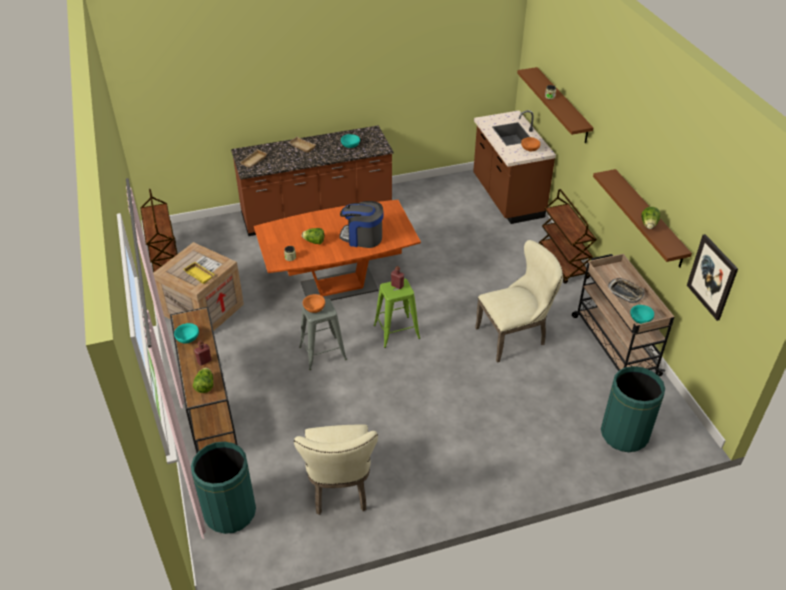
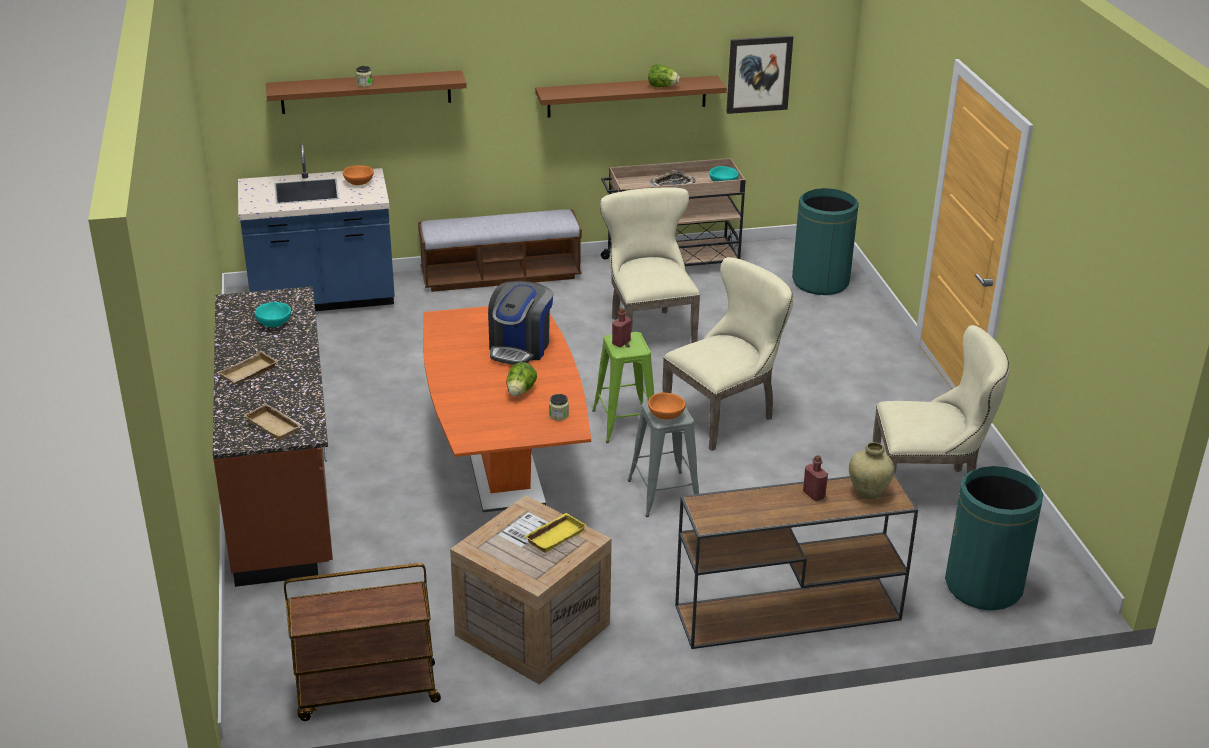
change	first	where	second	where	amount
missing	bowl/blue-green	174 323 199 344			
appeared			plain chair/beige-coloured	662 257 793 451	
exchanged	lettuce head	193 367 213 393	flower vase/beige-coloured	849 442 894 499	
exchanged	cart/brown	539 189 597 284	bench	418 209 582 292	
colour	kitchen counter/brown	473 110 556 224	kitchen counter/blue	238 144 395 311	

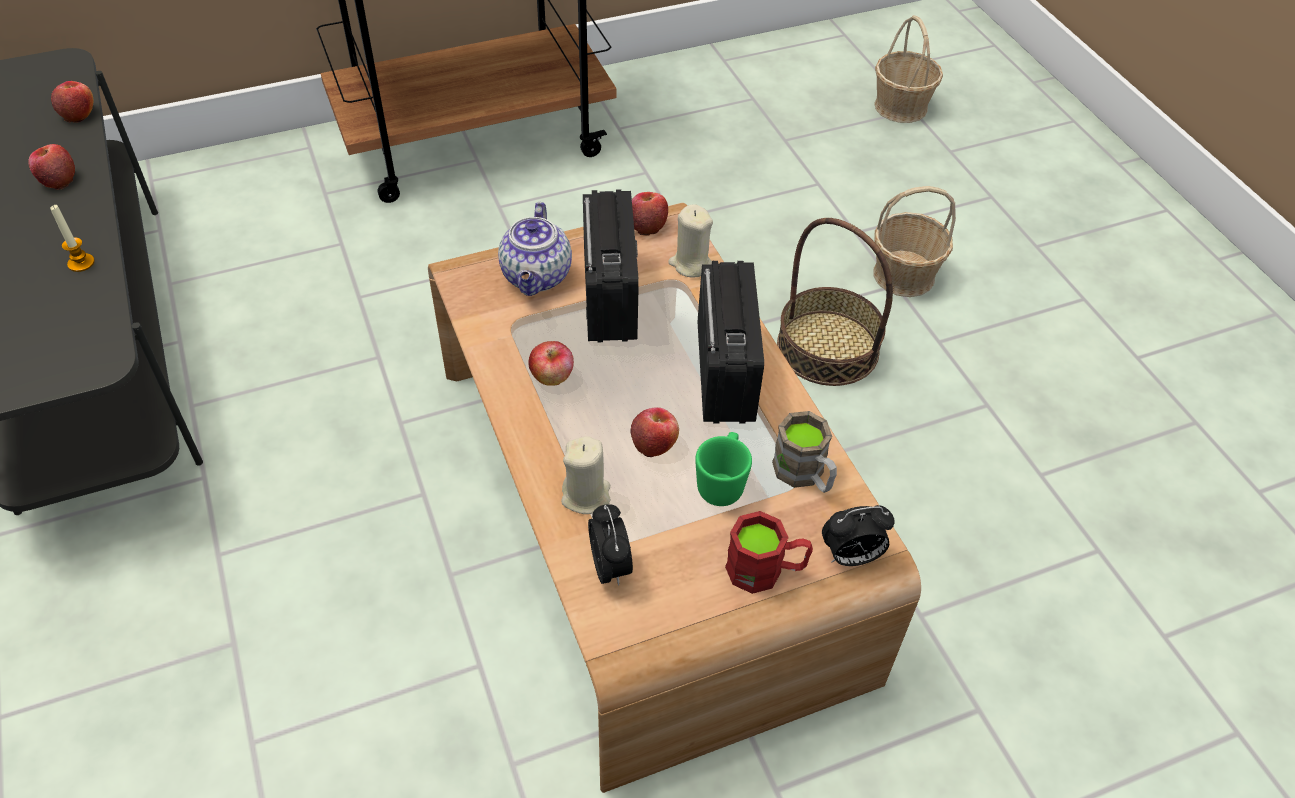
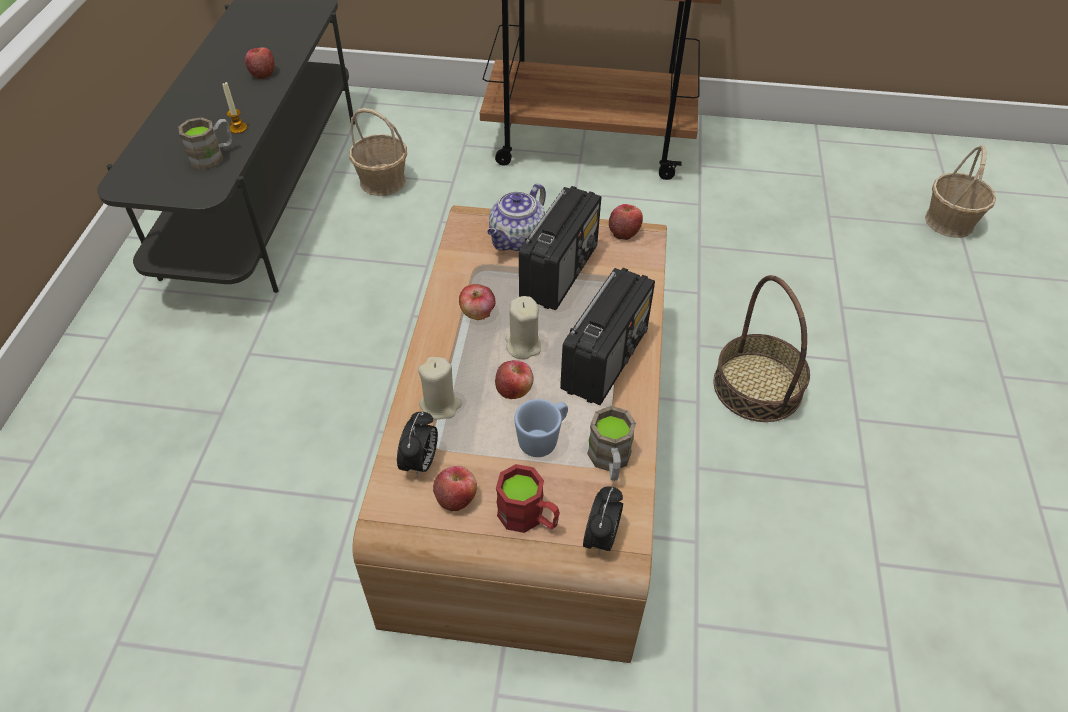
change	first	where	second	where	amount
appeared			tea mug/brown	179 117 232 170	
relocated	apple	51 81 93 123		433 466 477 511	
relocated	wax candle/beige-coloured	668 204 713 278		505 296 541 359	
relocated	household basket	873 186 956 297		349 108 407 196	
colour	tea mug/green	695 432 752 506	tea mug/blue	514 399 568 457	
spun	table clock	822 505 895 566		583 486 623 555	90 degrees counterclockwise

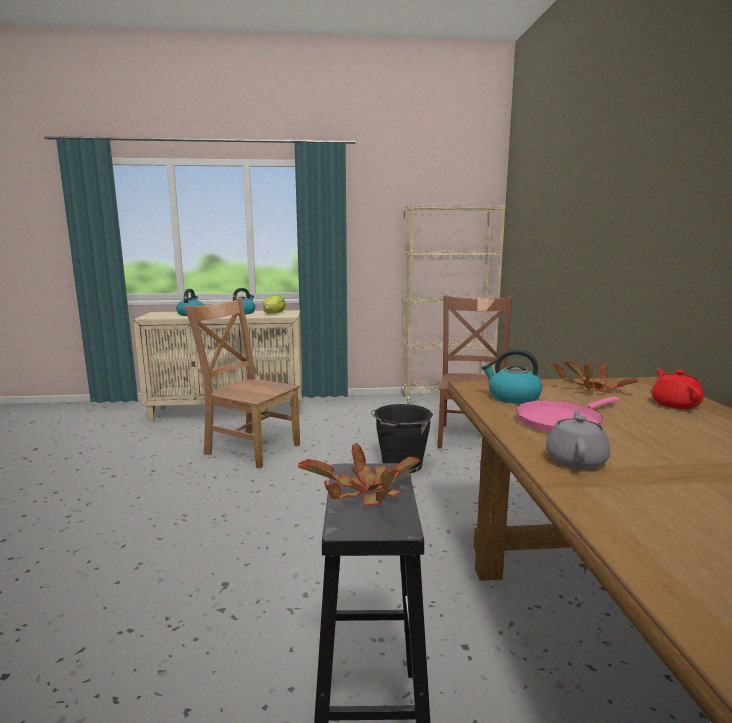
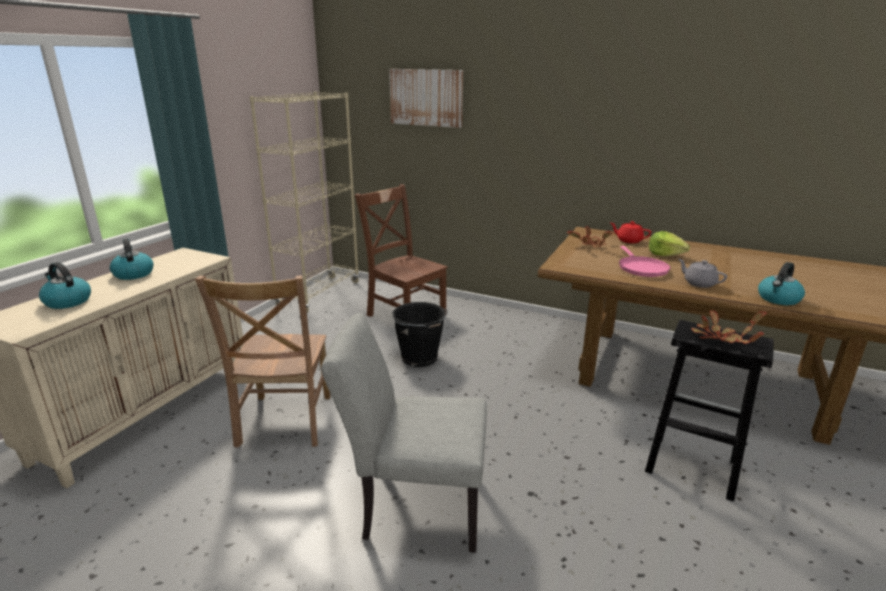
change	first	where	second	where	amount
appeared			plain chair/grey	321 313 487 553	
appeared			wall art	389 69 463 128	
relocated	lettuce head	263 295 286 314		649 231 690 256	
relocated	water kettle	482 349 543 404		758 262 805 305	
spun	plain chair/brown	185 298 300 469		195 275 331 448	60 degrees counterclockwise

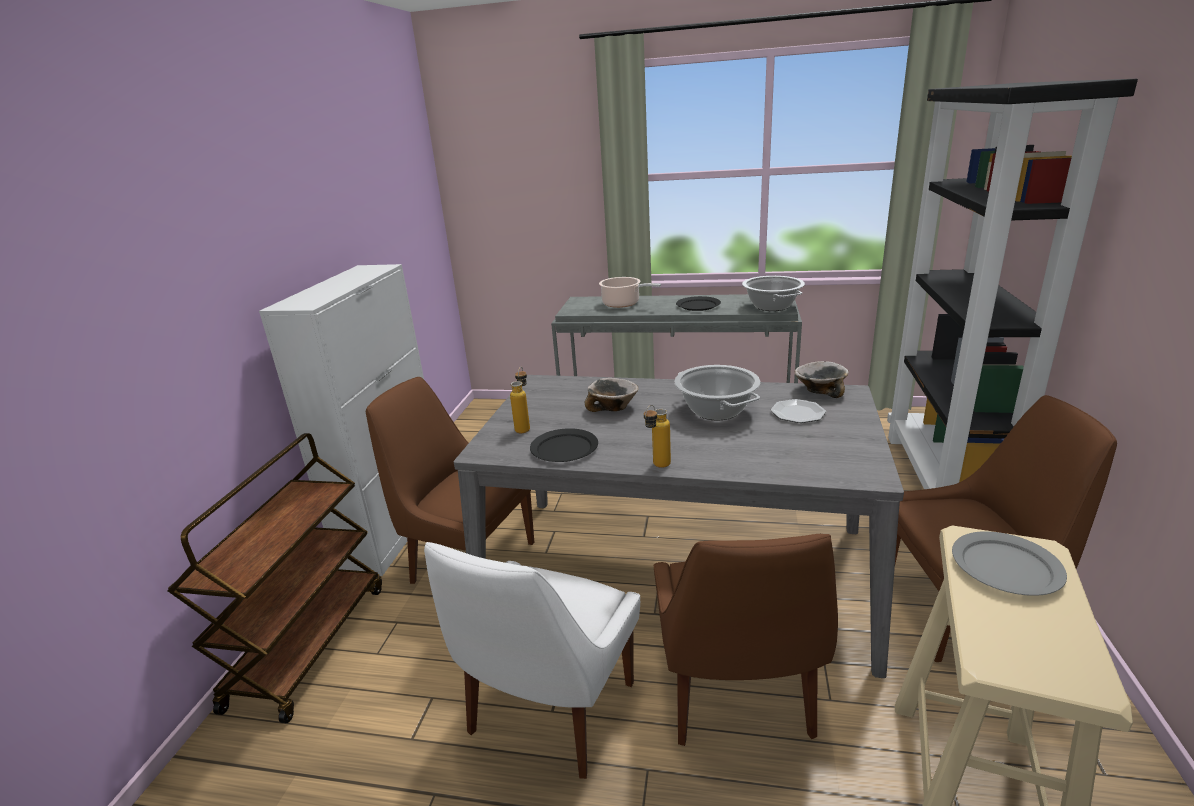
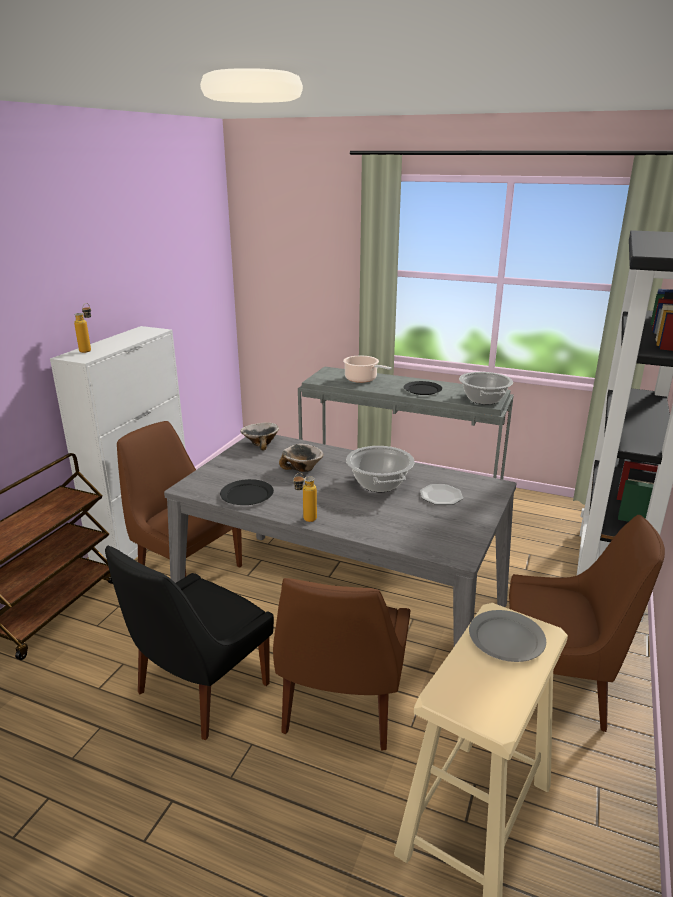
change	first	where	second	where	amount
relocated	drink bottle	510 367 530 433		74 303 91 353	
relocated	bowl	795 361 849 398		241 422 279 451	
colour	plain chair/white	424 542 640 779	plain chair/blackish	105 546 274 740	

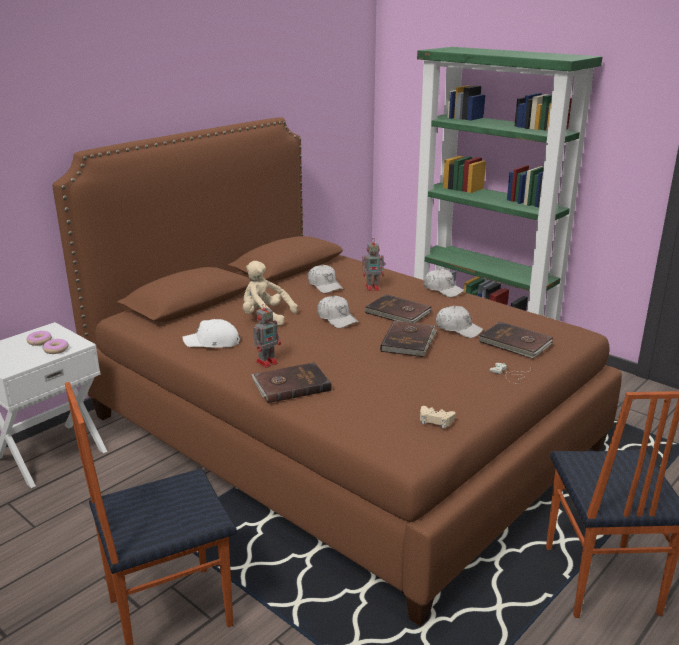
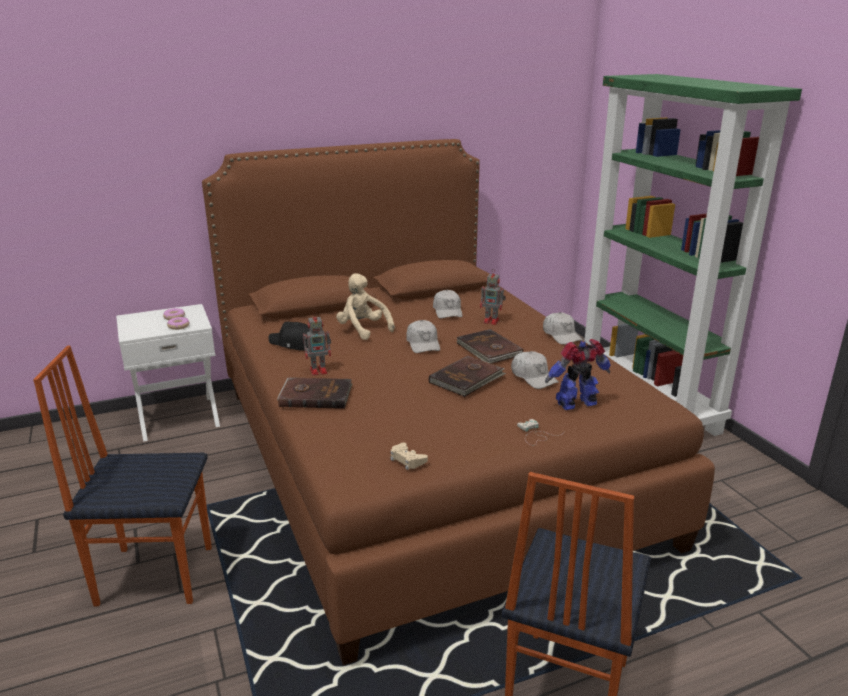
change	first	where	second	where	amount
exchanged	bound book/brown	479 322 553 359	toy robot	545 339 611 410	
colour	peaked cap/white	183 319 240 348	peaked cap/blackish	268 322 310 351	

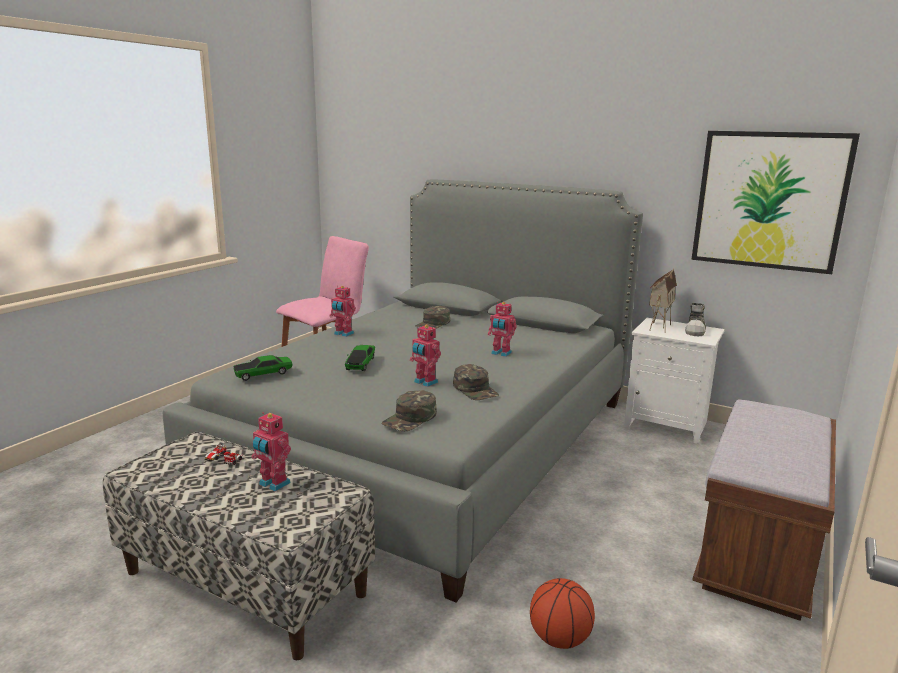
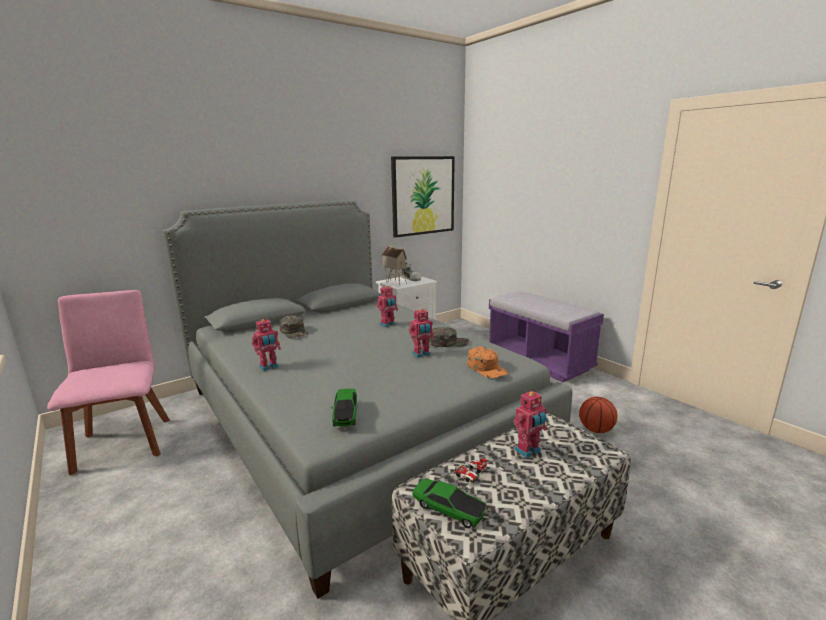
change	first	where	second	where	amount
relocated	toy car	345 345 375 371		412 479 486 528	
colour	peaked cap/green	382 390 437 431	peaked cap/orangey	467 347 509 378	
colour	bench/brown	692 400 836 621	bench/purplish	489 291 604 382	

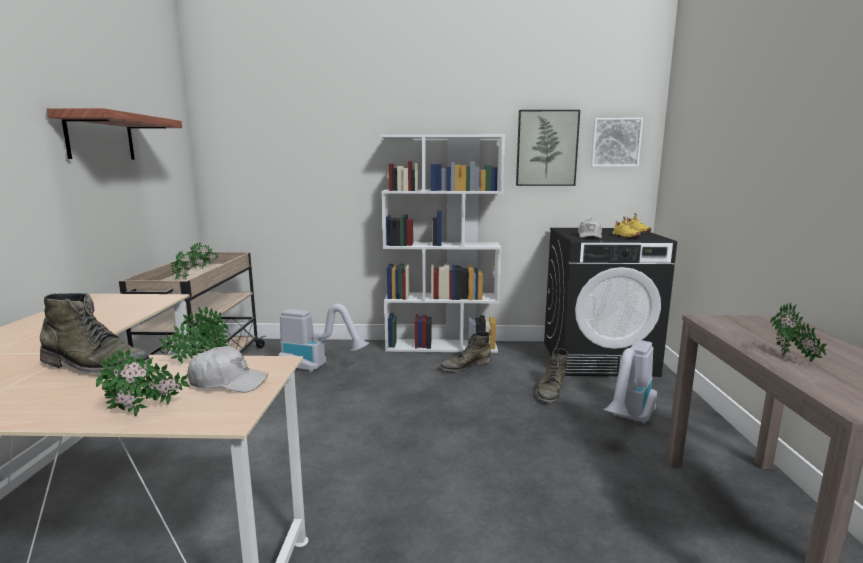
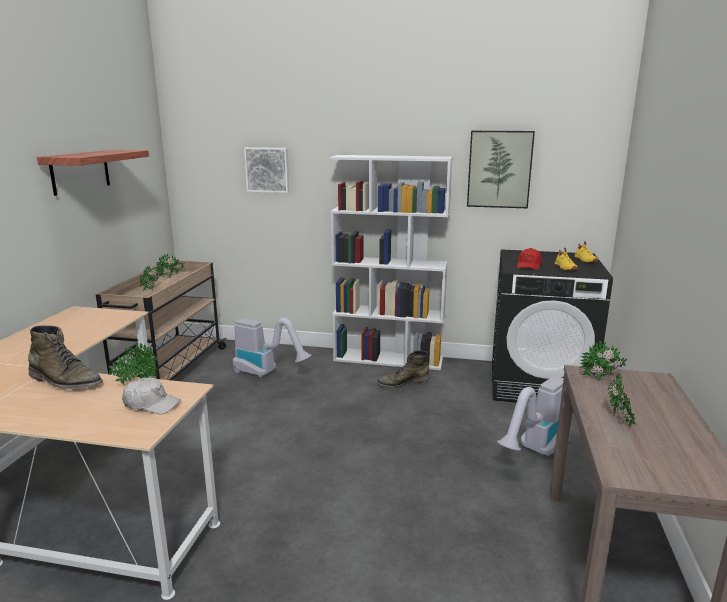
change	first	where	second	where	amount
missing	high-top boot/green	536 348 568 403			
relocated	potted plant	96 348 190 416		580 341 628 381	
relocated	wall art	591 118 643 166		244 147 289 193	
colour	peaked cap/white	578 219 602 238	peaked cap/reddish	517 248 542 270	

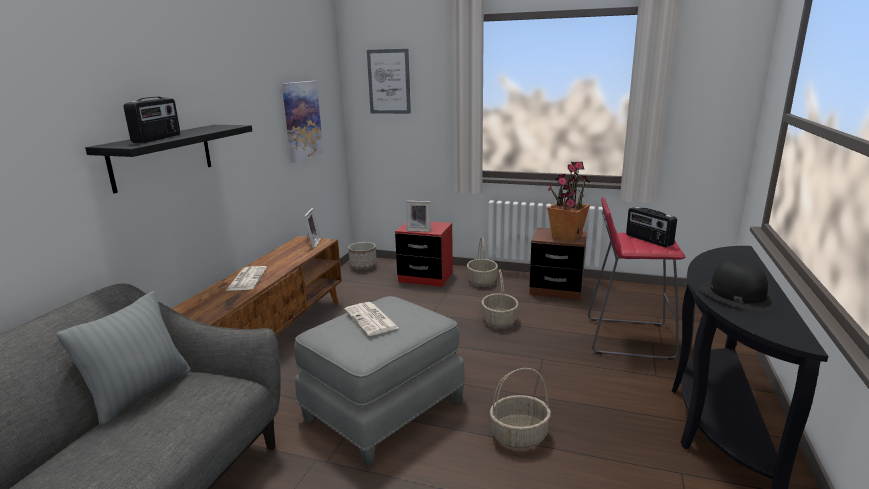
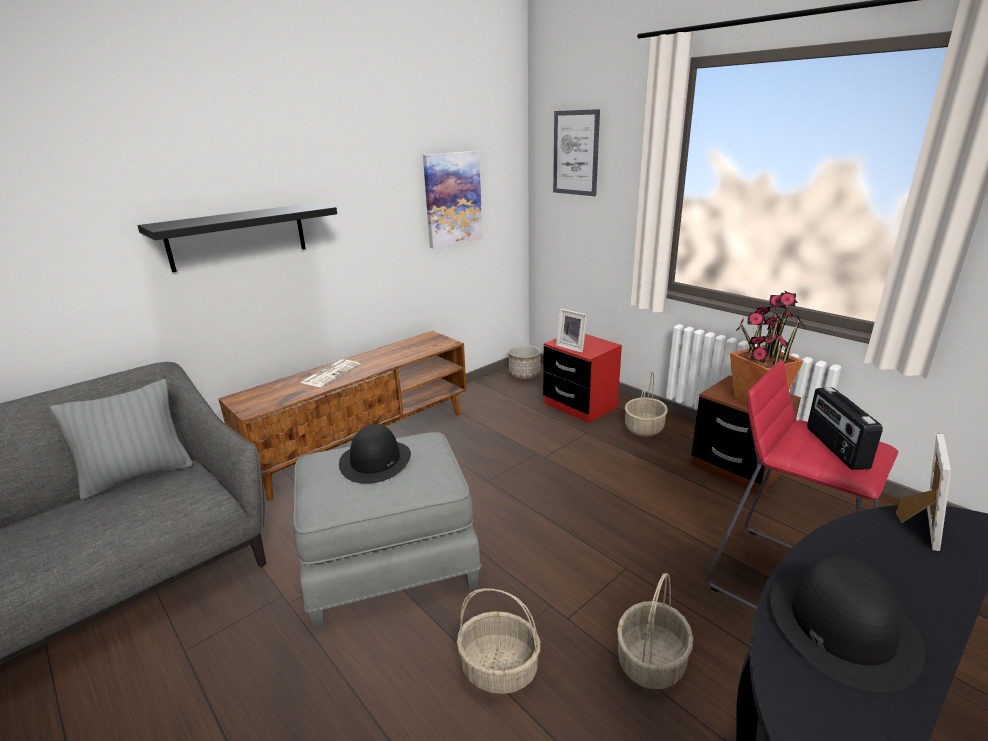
change	first	where	second	where	amount
missing	radio set	124 97 180 143			
relocated	standing frame	304 208 321 248		896 433 951 551	
relocated	household basket	481 269 518 328		617 573 693 689	
exchanged	daily paper	344 302 399 336	wearable hat/blackish	339 424 411 484	

